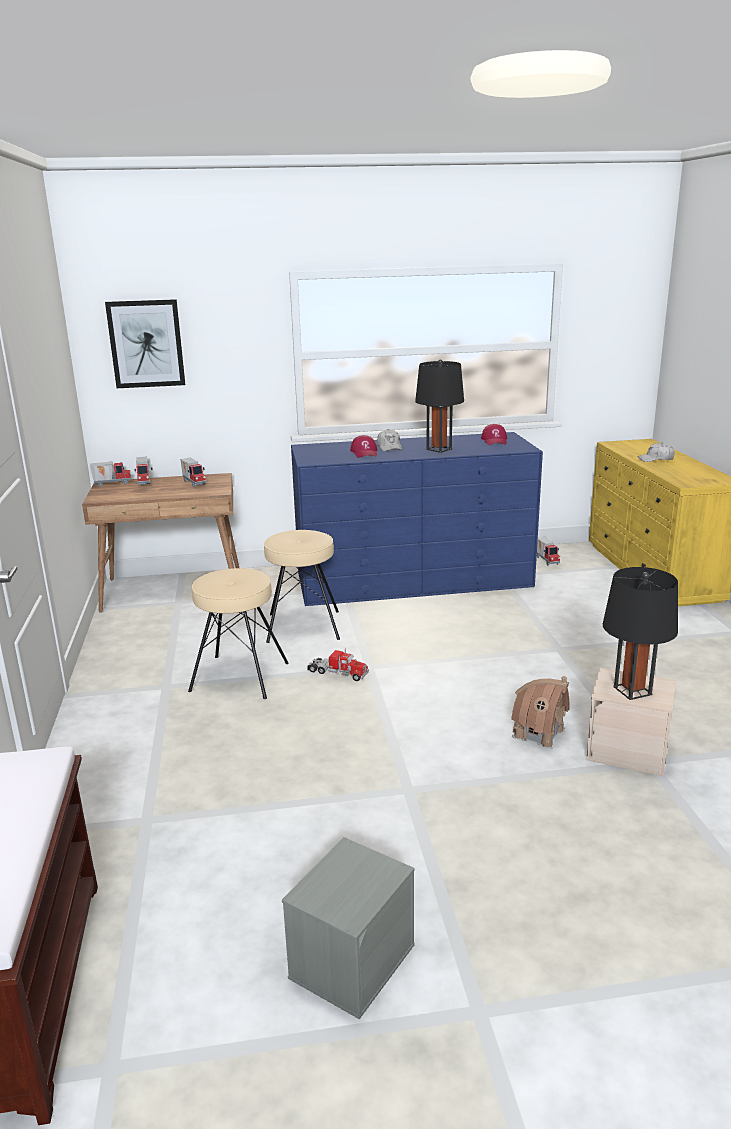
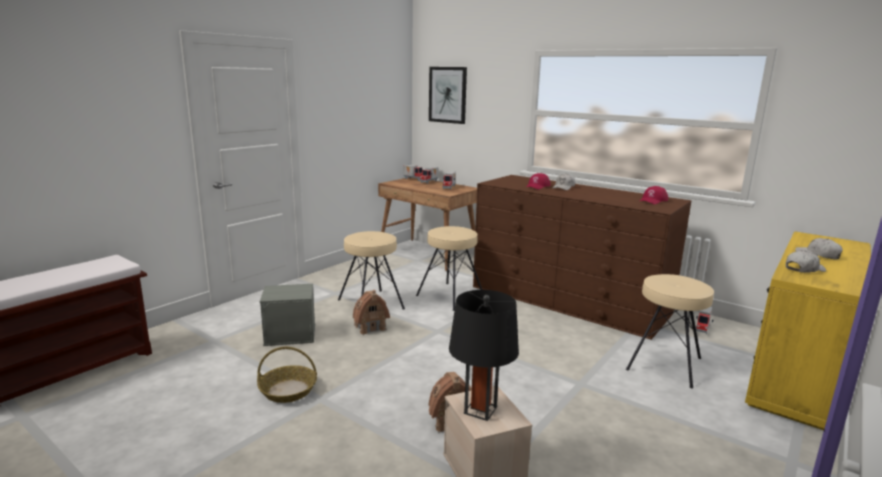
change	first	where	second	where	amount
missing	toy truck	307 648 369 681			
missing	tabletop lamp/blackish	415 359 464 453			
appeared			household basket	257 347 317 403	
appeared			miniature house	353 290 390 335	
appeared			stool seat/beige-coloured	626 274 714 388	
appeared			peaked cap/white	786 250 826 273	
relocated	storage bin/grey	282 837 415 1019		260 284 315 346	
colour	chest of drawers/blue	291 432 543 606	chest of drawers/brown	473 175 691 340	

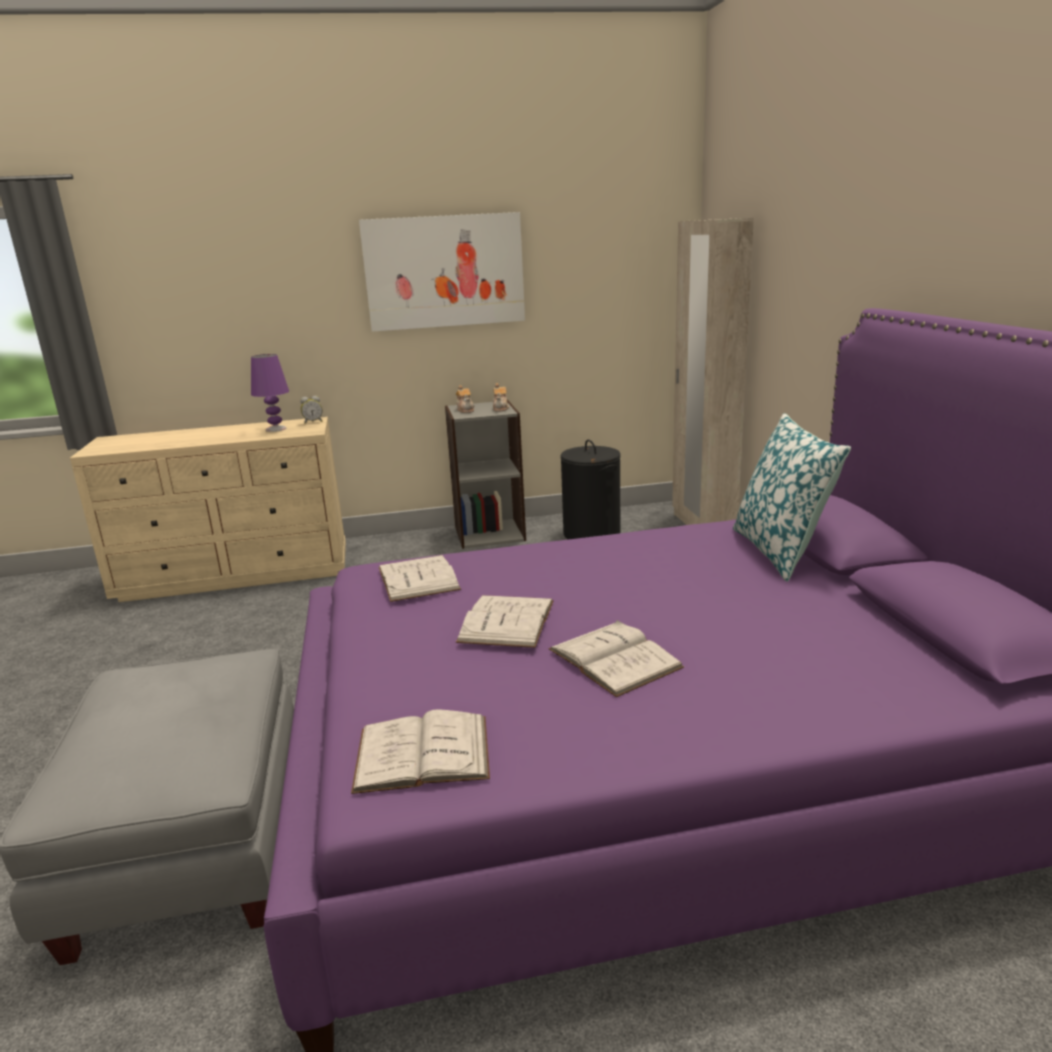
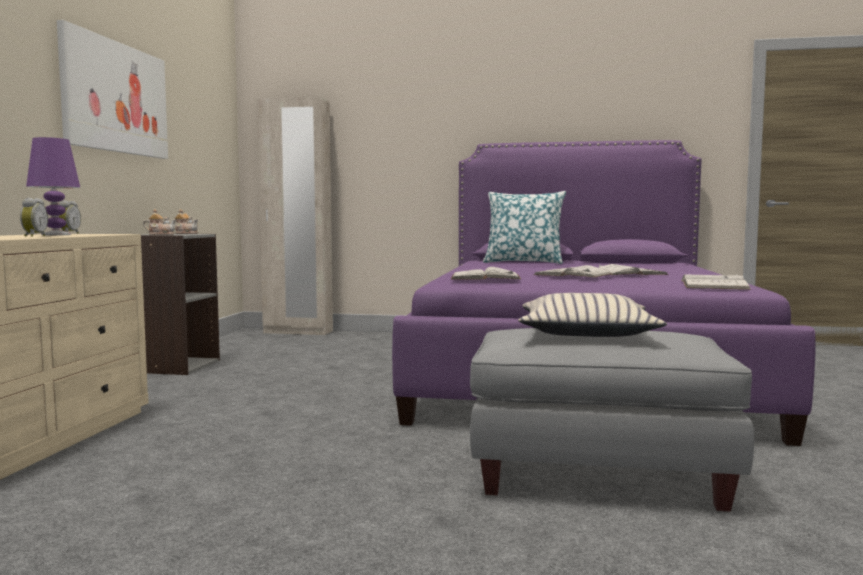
change	first	where	second	where	amount
missing	hamper/blackish	560 440 621 540			
appeared			table clock	20 198 48 237	
appeared			throw pillow/beige-coloured	518 293 667 337	

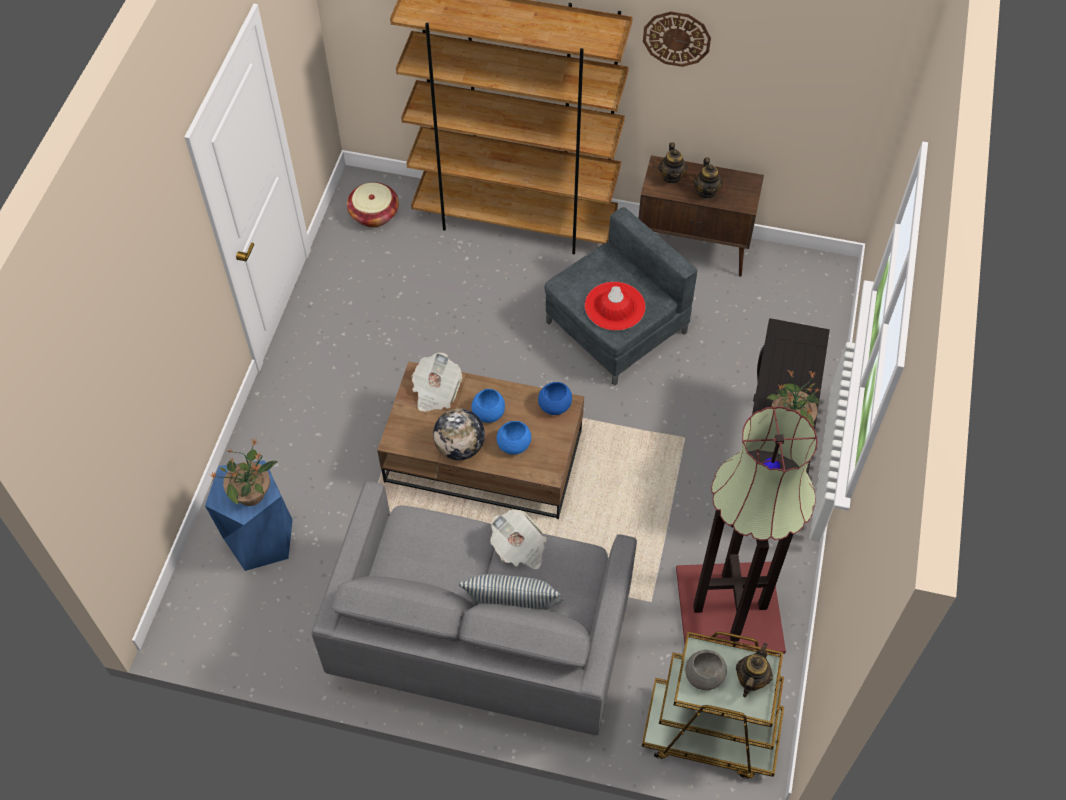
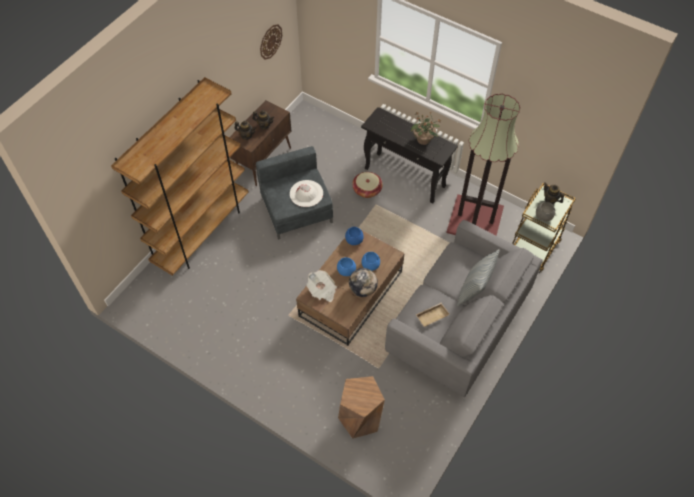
change	first	where	second	where	amount
missing	potted plant	210 439 278 506			
missing	daily paper	490 509 547 569			
appeared			serving tray/beige-coloured	416 303 450 327	
relocated	household basket	347 182 399 227		352 172 383 198	
relocated	wall clock	643 11 711 67		260 24 282 59	
colour	stool seat/blue	205 460 293 571	stool seat/brown	338 376 385 439	
colour	wearable hat/reddish	585 282 646 331	wearable hat/white	290 180 323 207	

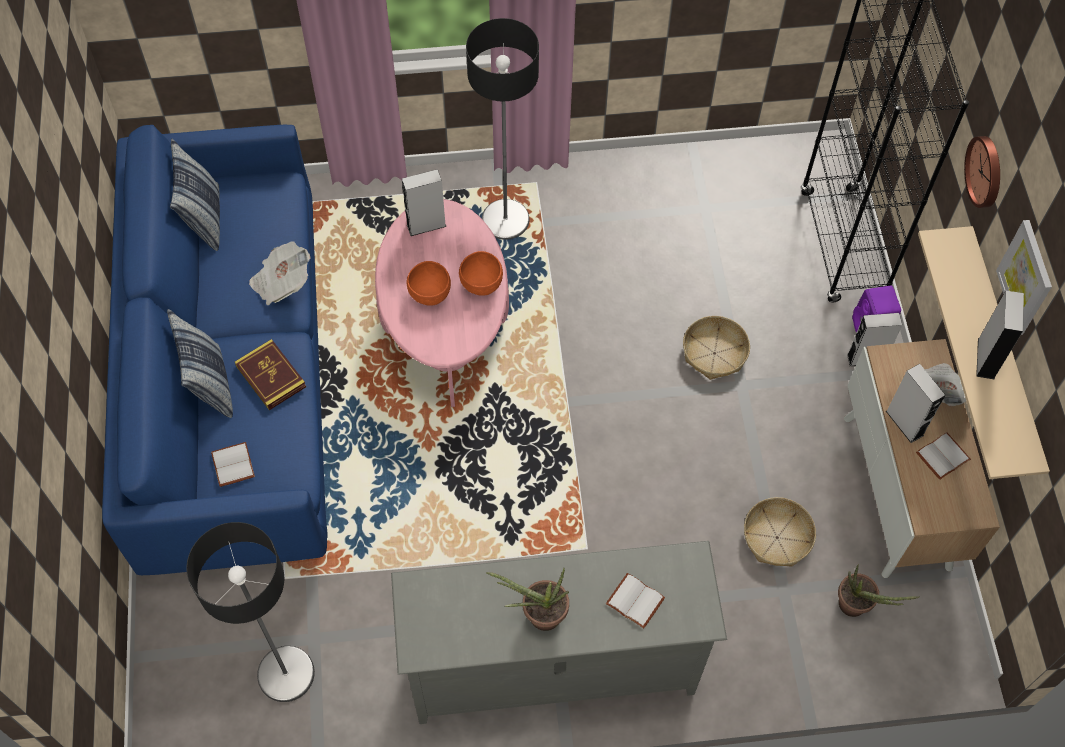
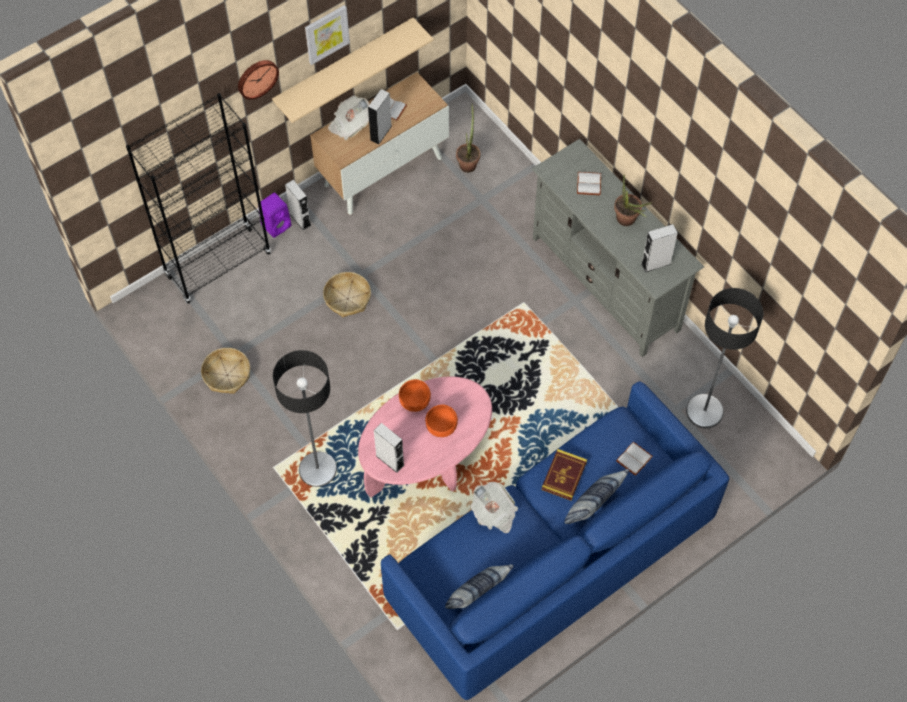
change	first	where	second	where	amount
relocated	household basket	744 497 816 567		201 348 250 394	
relocated	speaker/grey	976 291 1024 380		641 224 678 272	

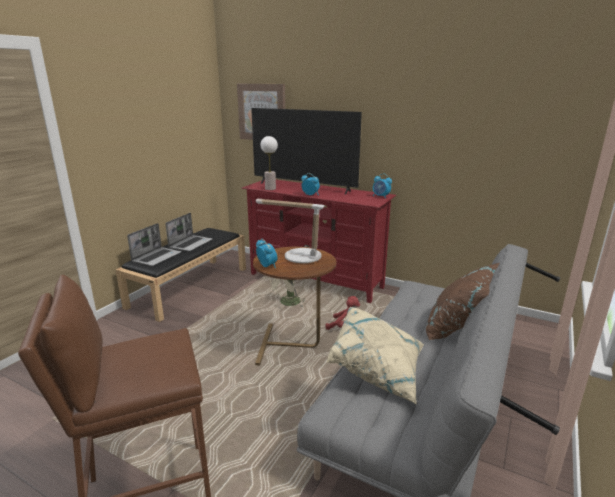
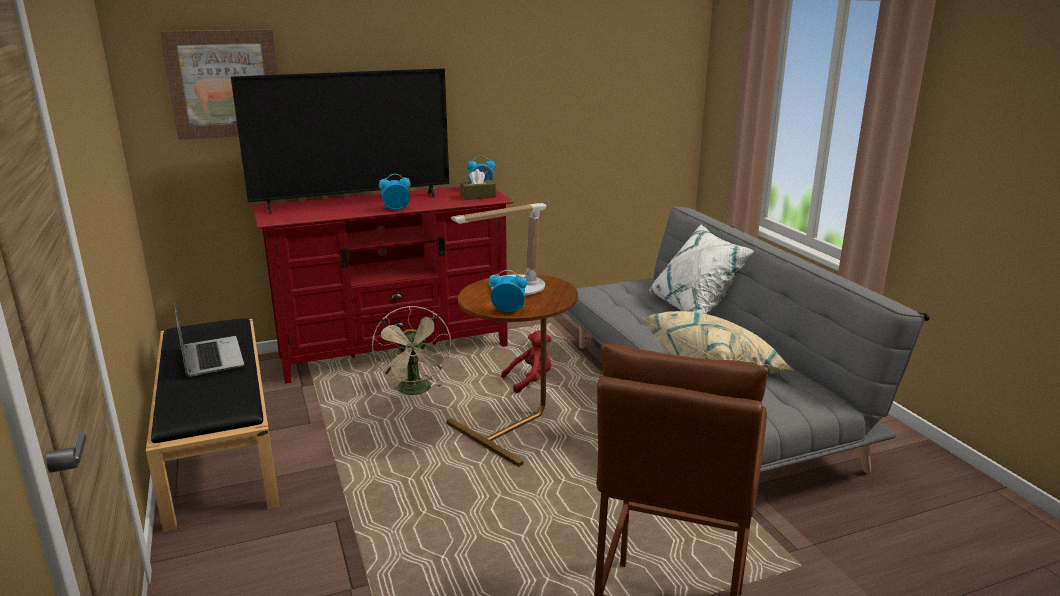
change	first	where	second	where	amount
missing	notebook computer	127 223 181 266			
missing	tabletop lamp	261 136 278 190			
appeared			box of tissues/brown	460 169 496 200	
colour	throw pillow/brown	426 263 499 340	throw pillow/white	649 224 754 314	

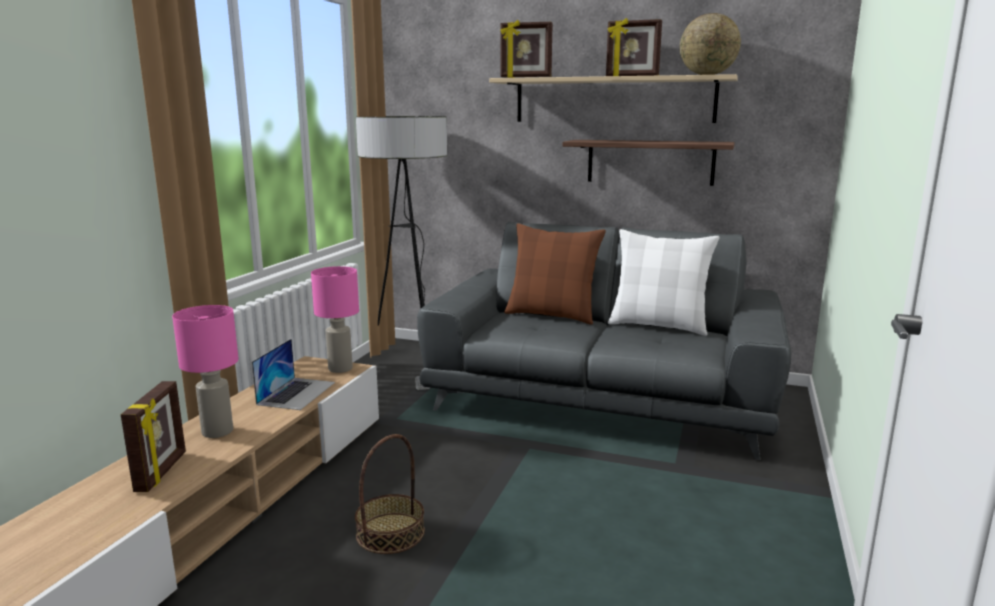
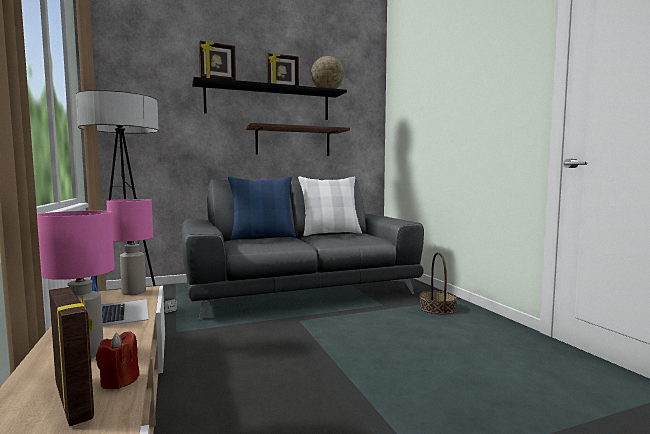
change	first	where	second	where	amount
appeared			wax candle/reddish	96 332 139 389	
relocated	household basket	355 434 425 554		419 252 457 314	
colour	bracket shelf/beige-coloured	489 74 738 123	bracket shelf/blackish	192 77 347 120	
colour	throw pillow/brown	504 223 606 325	throw pillow/blue	228 177 296 240	

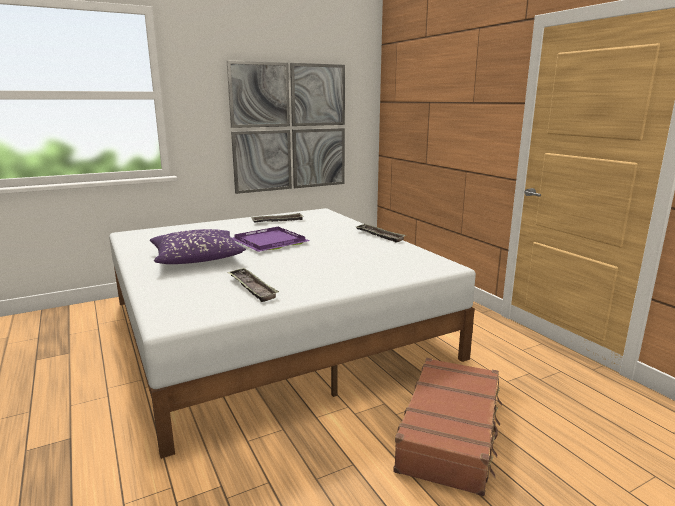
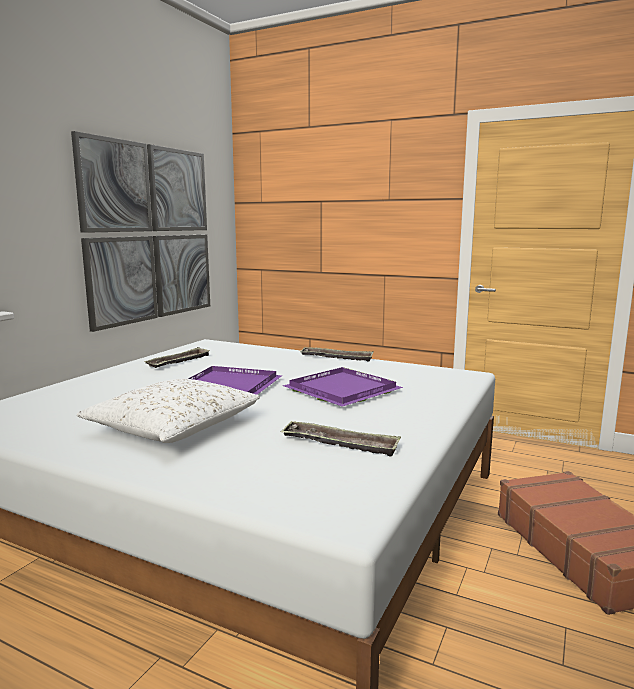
change	first	where	second	where	amount
appeared			serving tray/purplish	283 367 403 407	
colour	throw pillow/purplish	150 229 246 264	throw pillow/white	77 379 260 443	

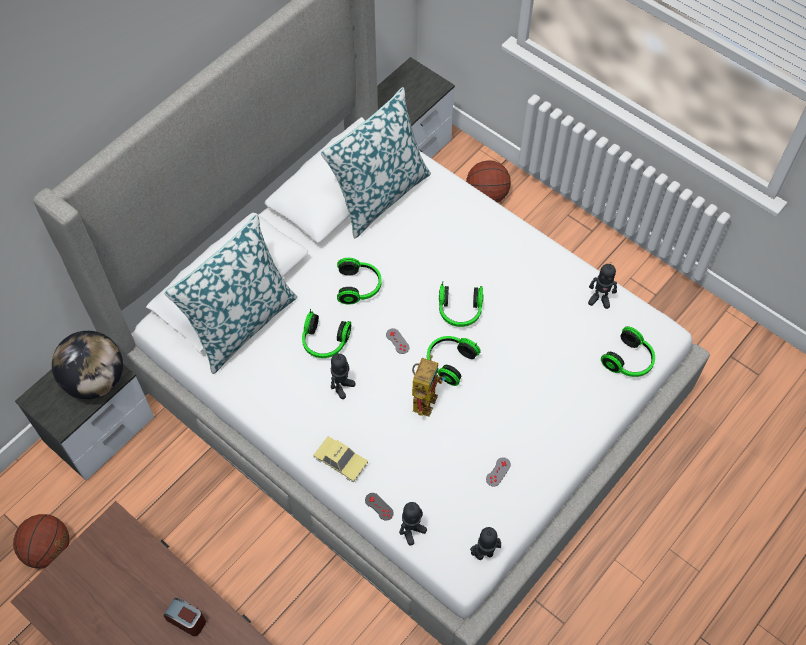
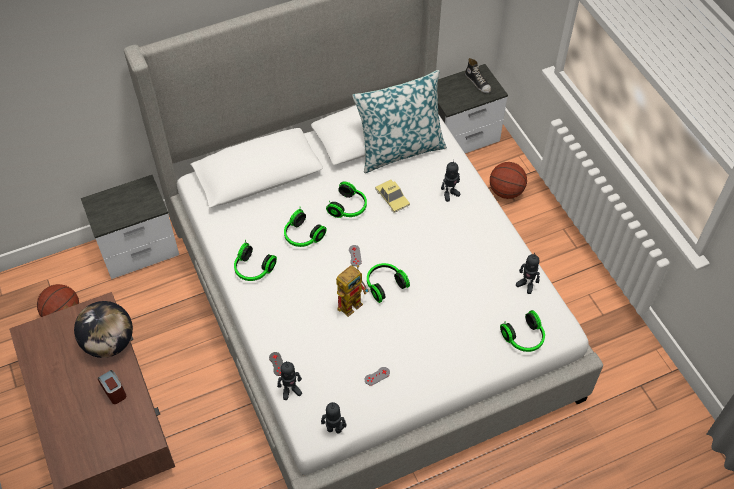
change	first	where	second	where	amount
missing	throw pillow	164 214 297 374			
appeared			item of footwear	465 58 491 93	
relocated	world globe	52 331 123 399		74 301 133 358	
relocated	toy car	313 436 368 482		375 179 410 213	
relocated	toy robot	331 353 356 399		441 160 460 202	
relocated	headset	439 281 483 327		234 240 277 281	

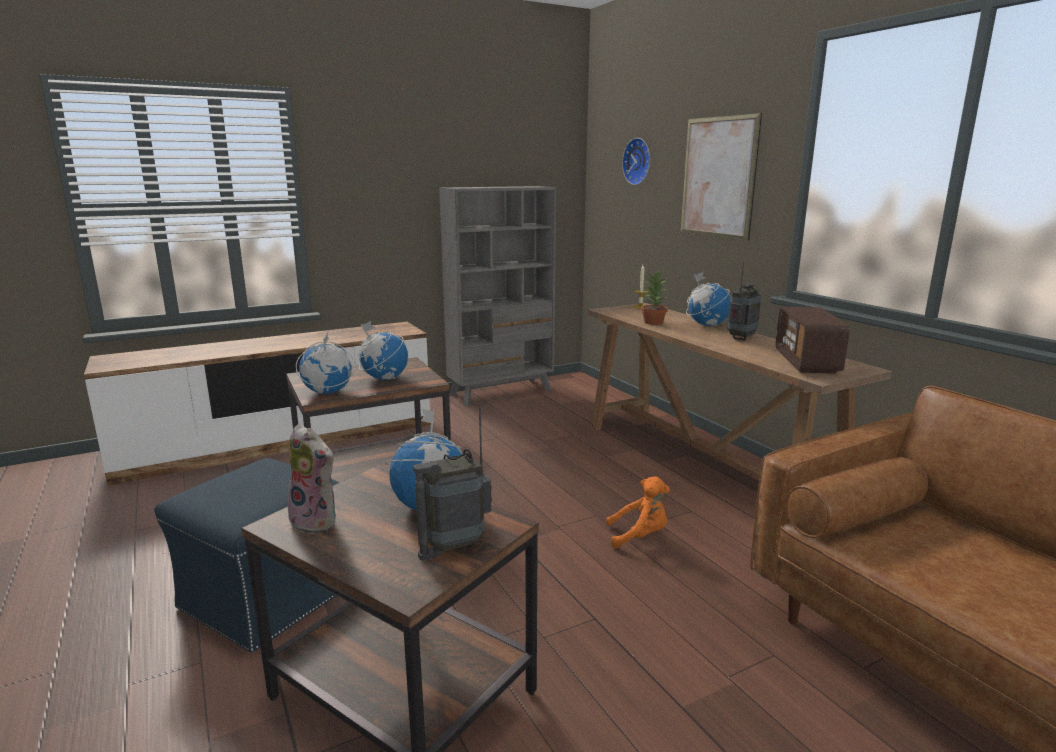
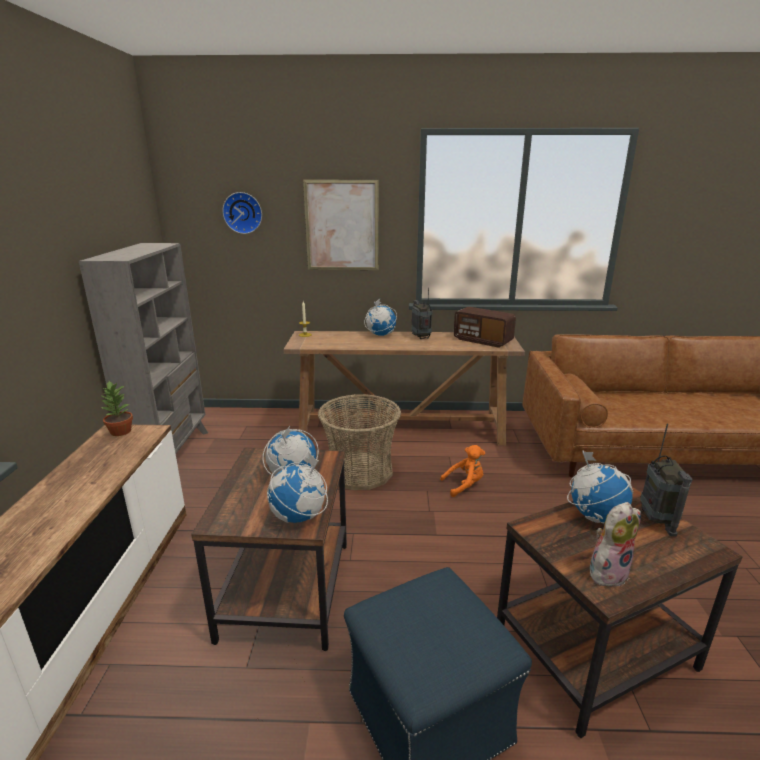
change	first	where	second	where	amount
appeared			household basket	318 394 401 490	
relocated	potted plant	641 271 668 325		100 381 133 436	
spun	cuddly toy/orangey	606 477 670 548		440 445 485 497	45 degrees clockwise

